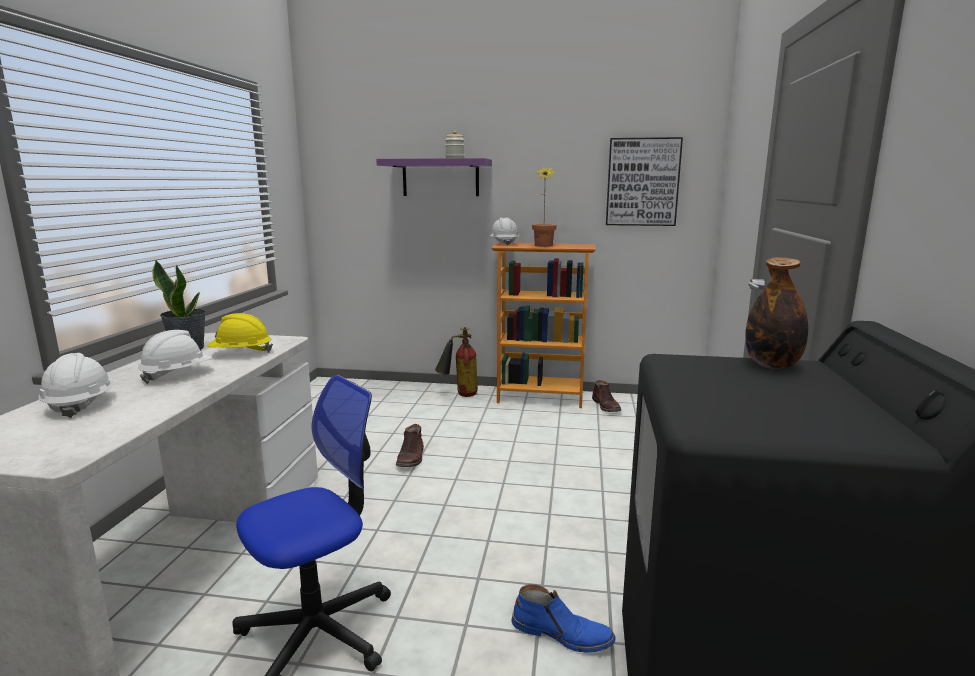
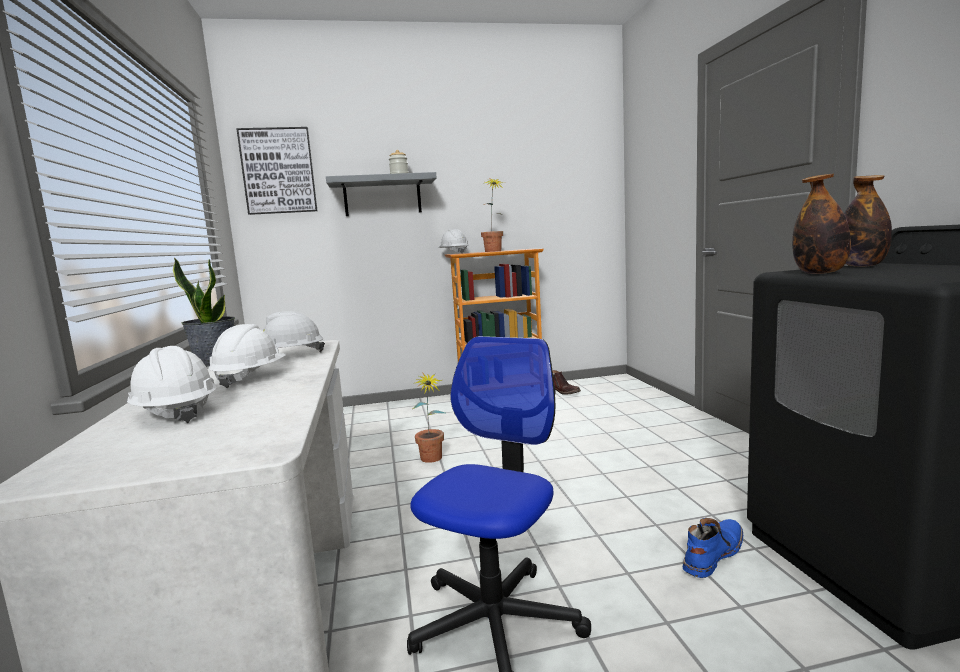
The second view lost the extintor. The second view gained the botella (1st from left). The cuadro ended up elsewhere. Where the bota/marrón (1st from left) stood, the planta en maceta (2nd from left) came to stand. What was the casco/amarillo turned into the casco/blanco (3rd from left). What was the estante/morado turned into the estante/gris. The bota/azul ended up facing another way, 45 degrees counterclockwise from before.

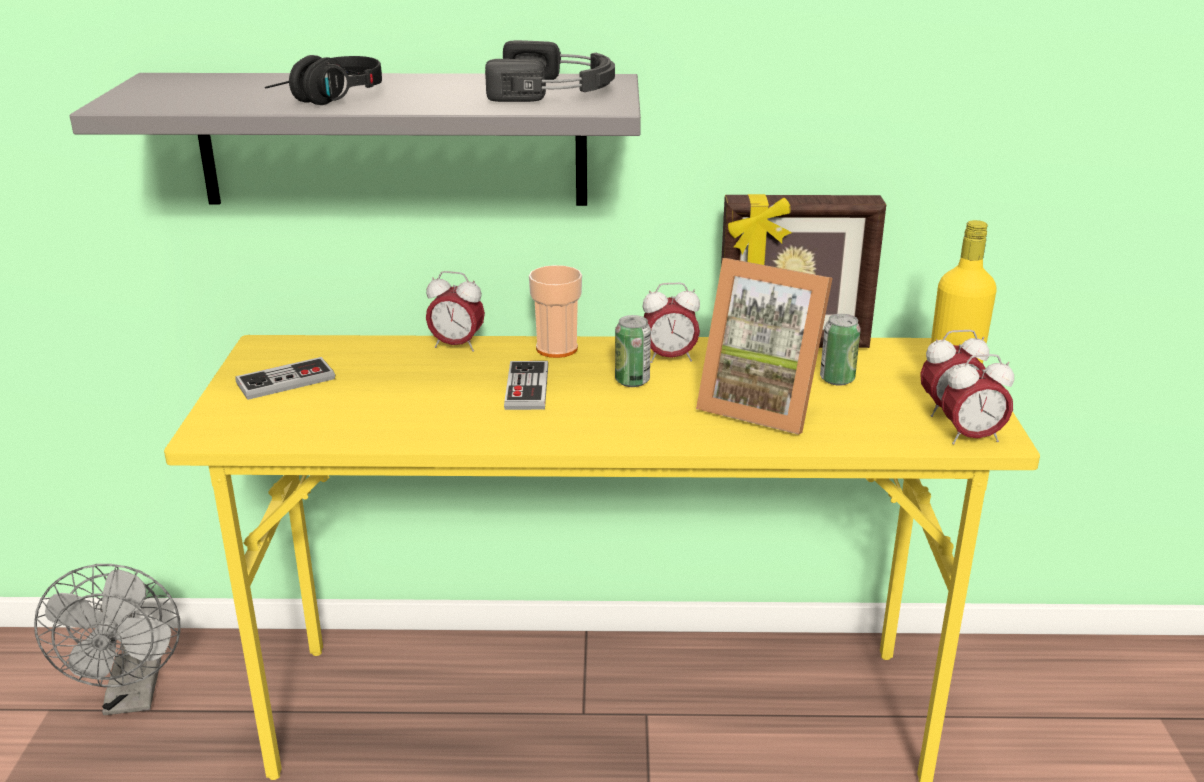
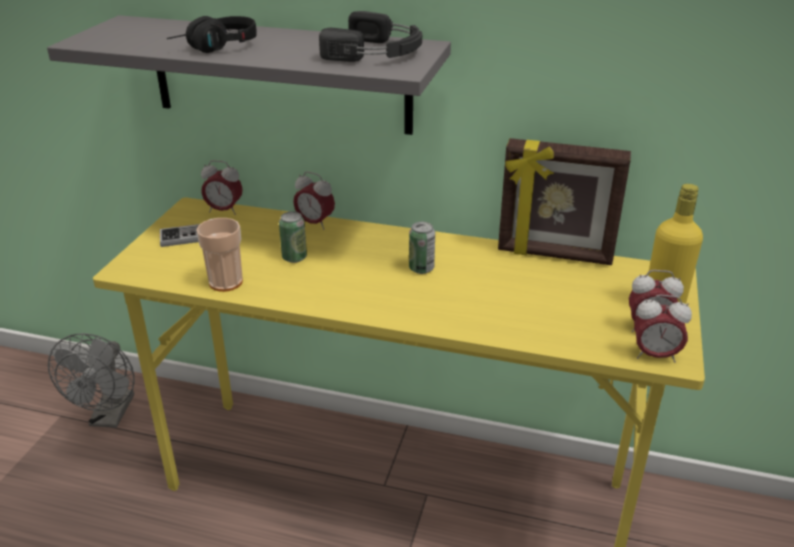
The second view lost the mando de consola (2nd from left). The second view lost the portarretratos (1st from left). The taza ended up elsewhere. The despertador (2nd from left in the first image) ended up elsewhere. The lata (2nd from left in the first image) ended up elsewhere.

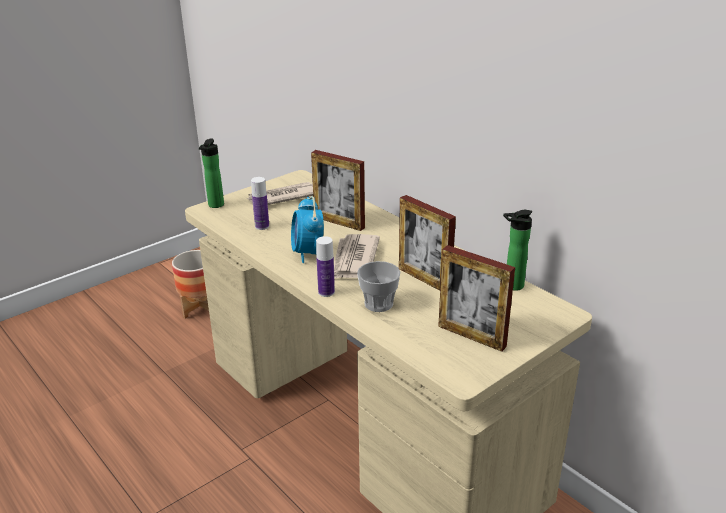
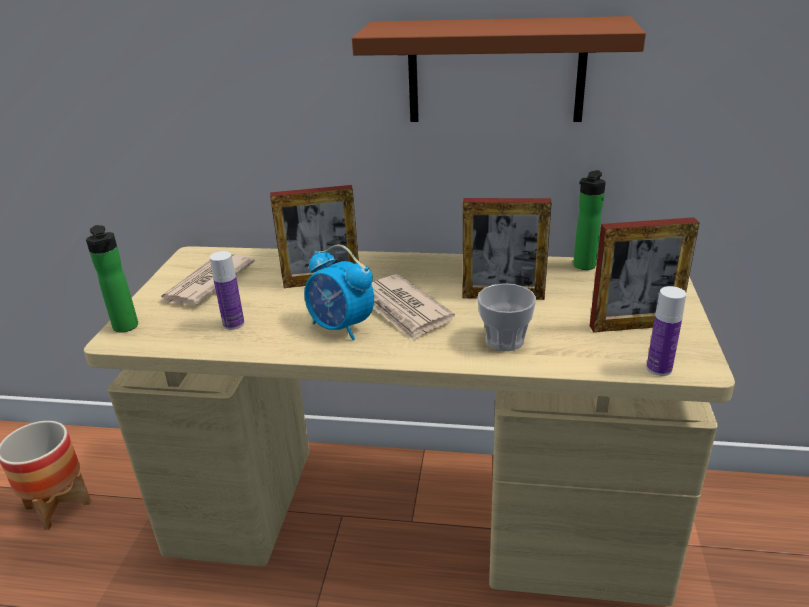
The second view gained the estante/marrón. The botella (3rd from left in the first image) ended up elsewhere.

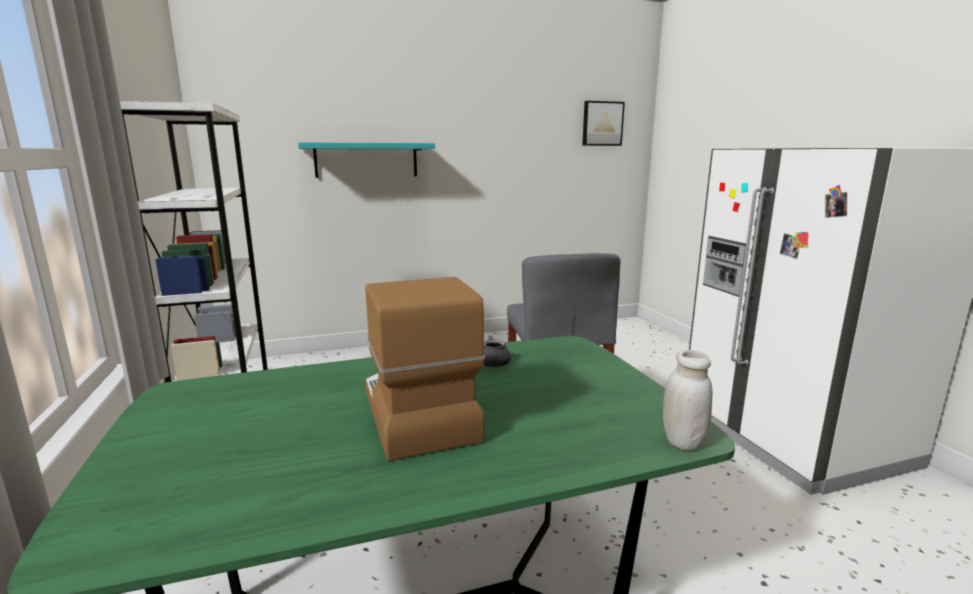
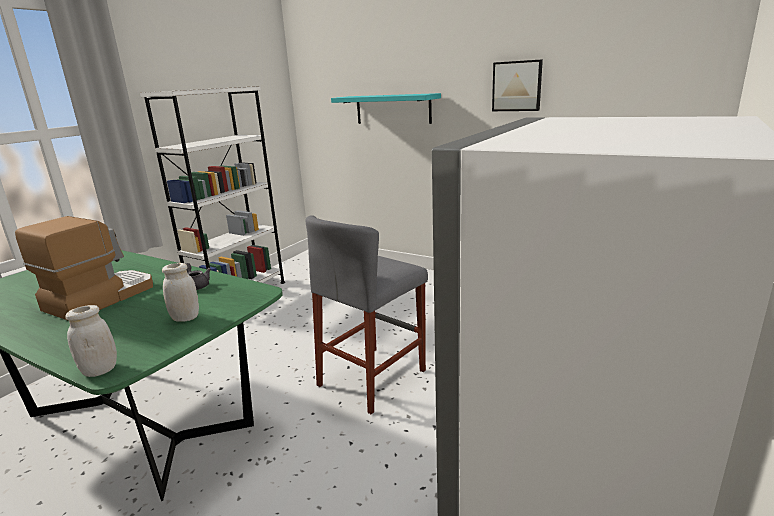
The second view gained the tarro/blanco (2nd from left). The cuadro ended up elsewhere.

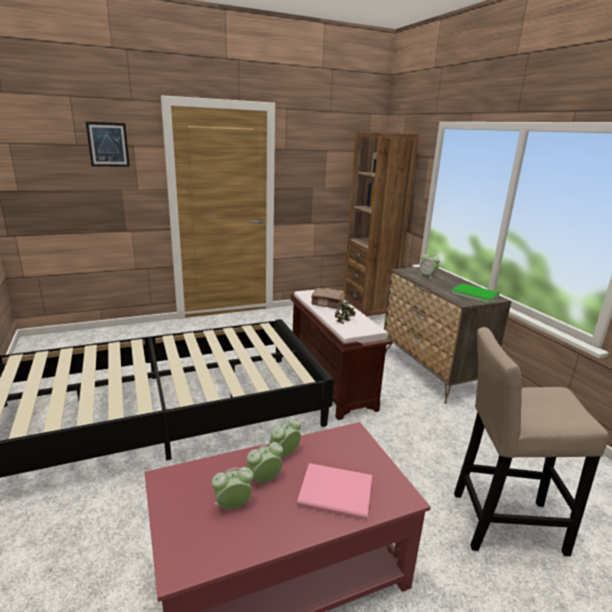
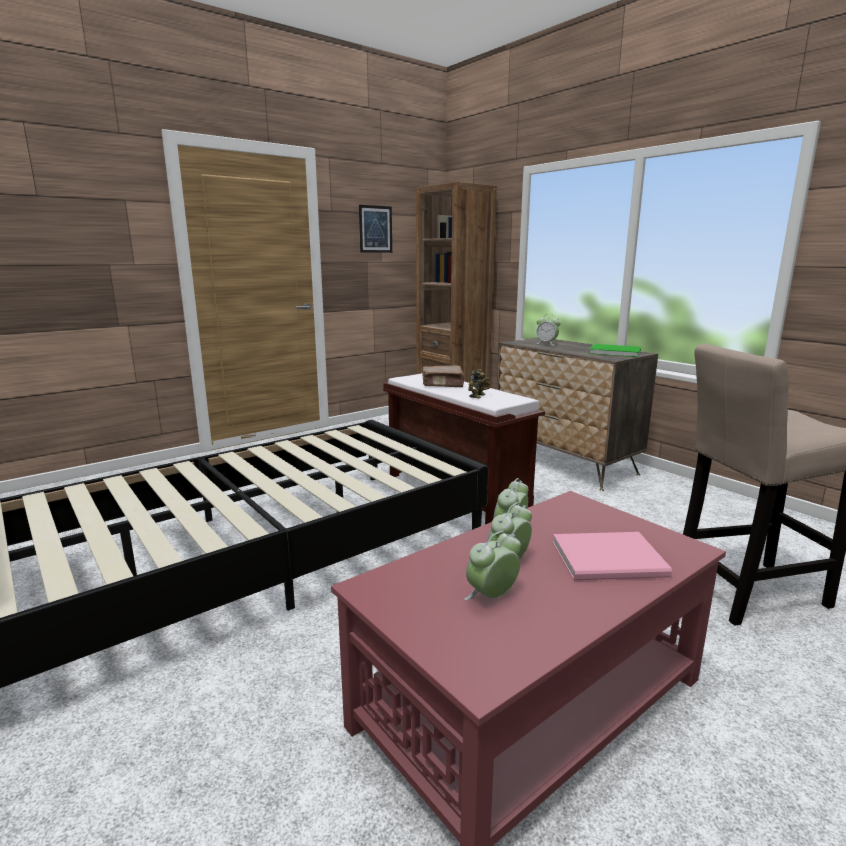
The cuadro ended up elsewhere.

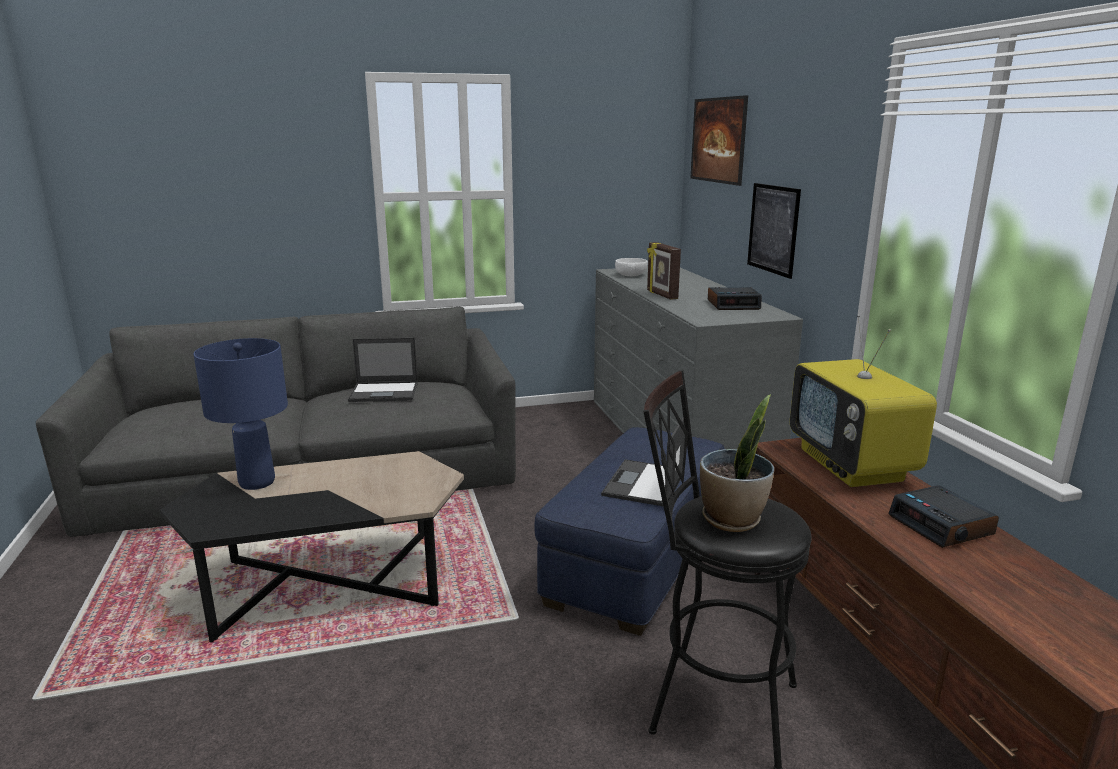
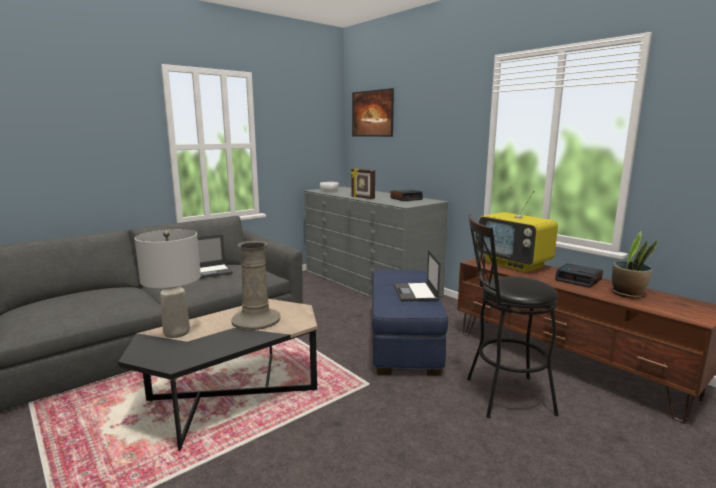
The second view lost the cuadro (2nd from left). The second view gained the florero/beis. The planta en maceta ended up elsewhere. What was the lámpara de mesa/azul turned into the lámpara de mesa/gris.

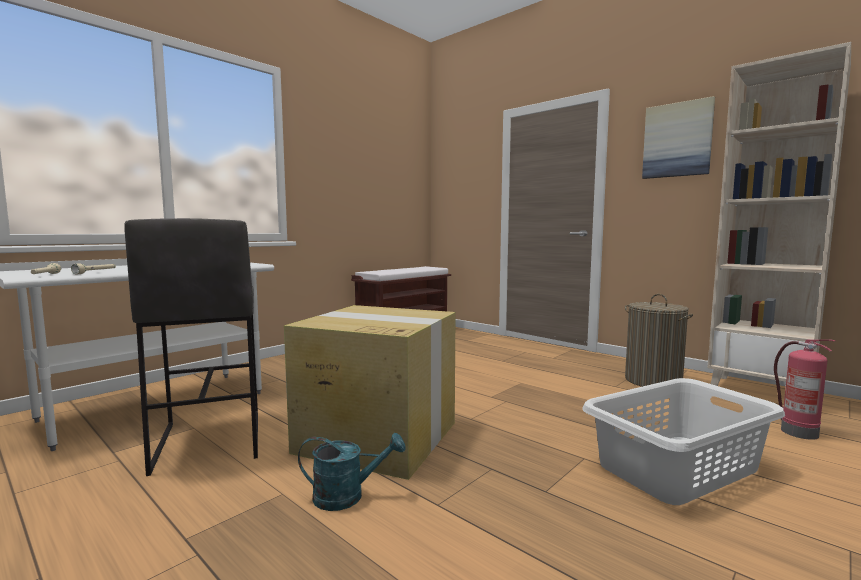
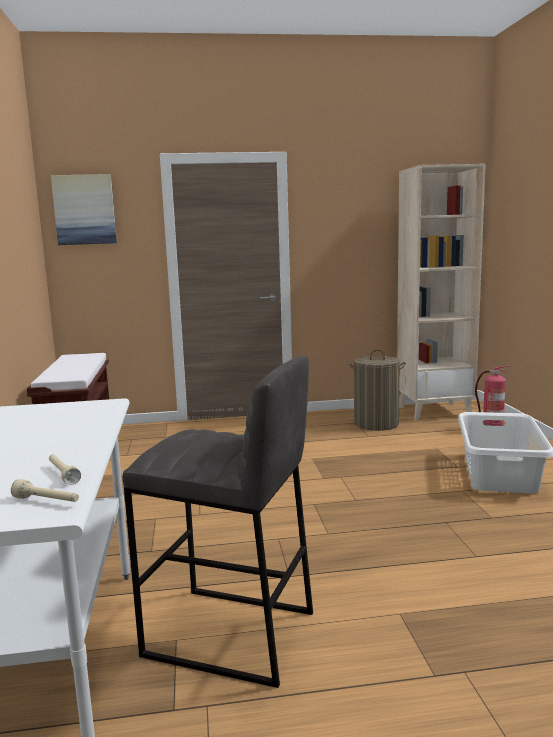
The second view lost the caja de cartón. The second view lost the regadera/turquesa. The cuadro ended up elsewhere.

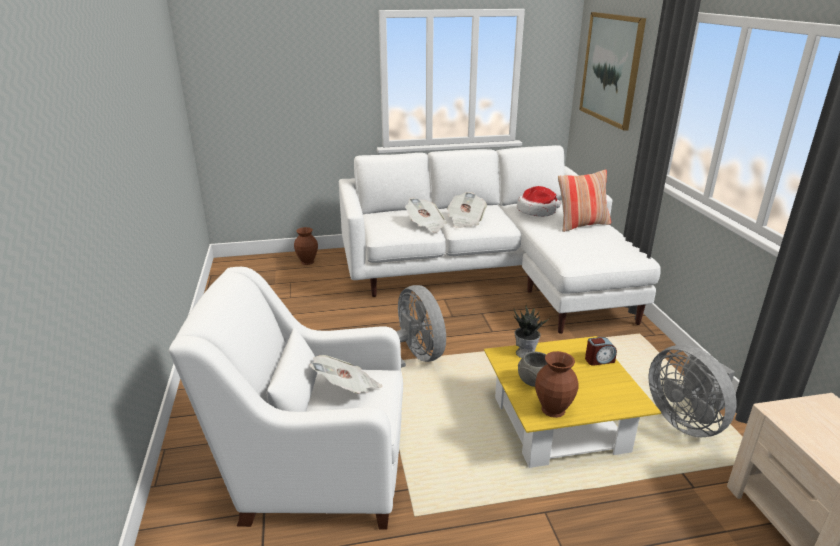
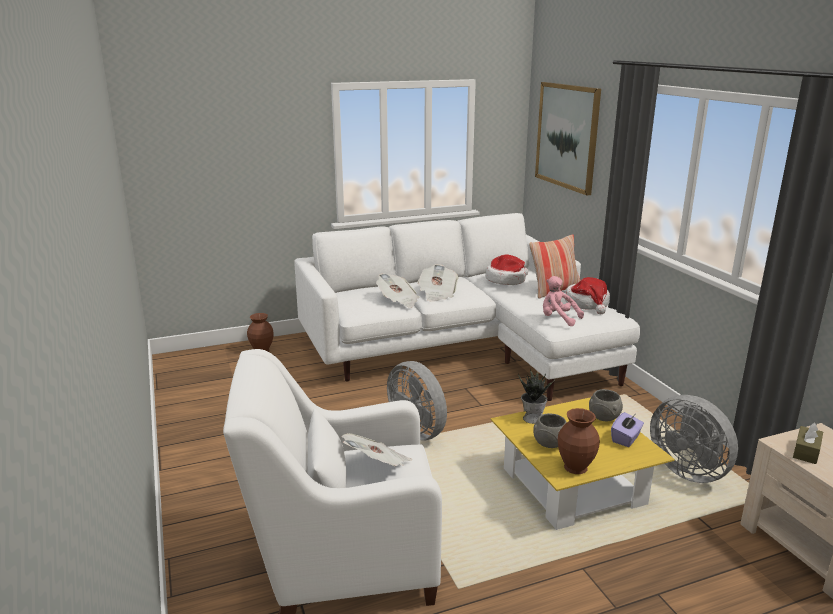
The second view gained the peluche/rosa. The second view gained the sombrero (2nd from left). The second view gained the caja de pañuelos/morado. The second view gained the caja de pañuelos/marrón. Where the despertador stood, the cuenco/gris (2nd from left) came to stand.

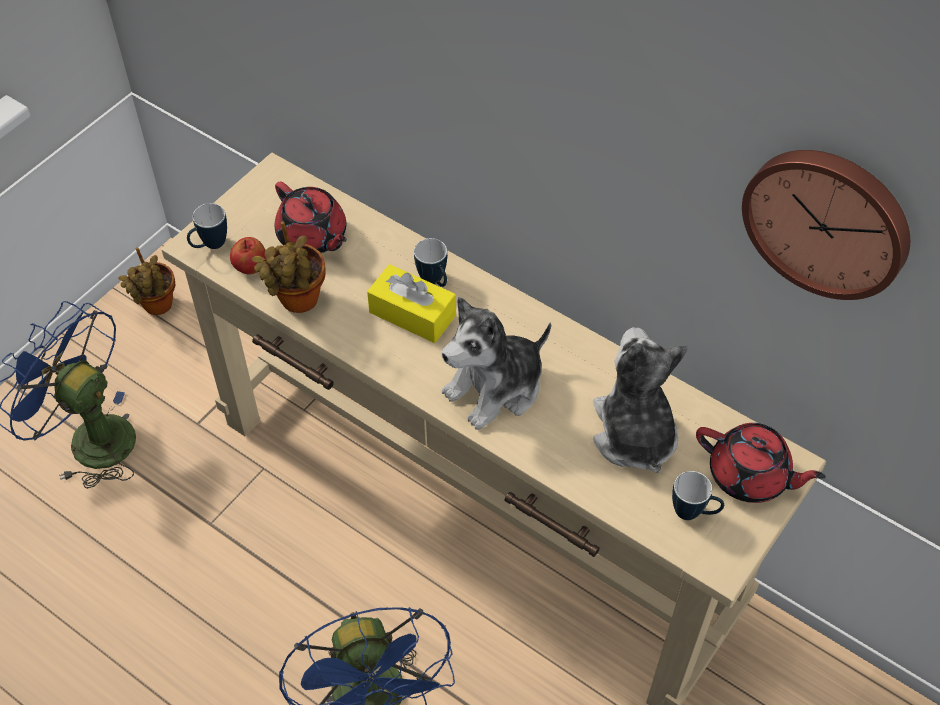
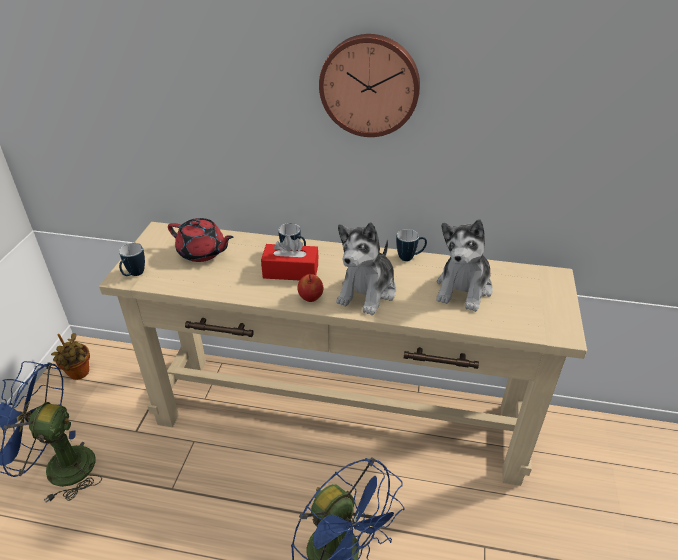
The second view lost the planta en maceta (2nd from left). The second view lost the tetera/rojo (2nd from left). The manzana ended up elsewhere. The taza grande (3rd from left) ended up elsewhere. The reloj de pared ended up elsewhere. What was the caja de pañuelos/amarillo turned into the caja de pañuelos/rojo. The peluche (2nd from left) ended up facing another way, 120 degrees counterclockwise from before.

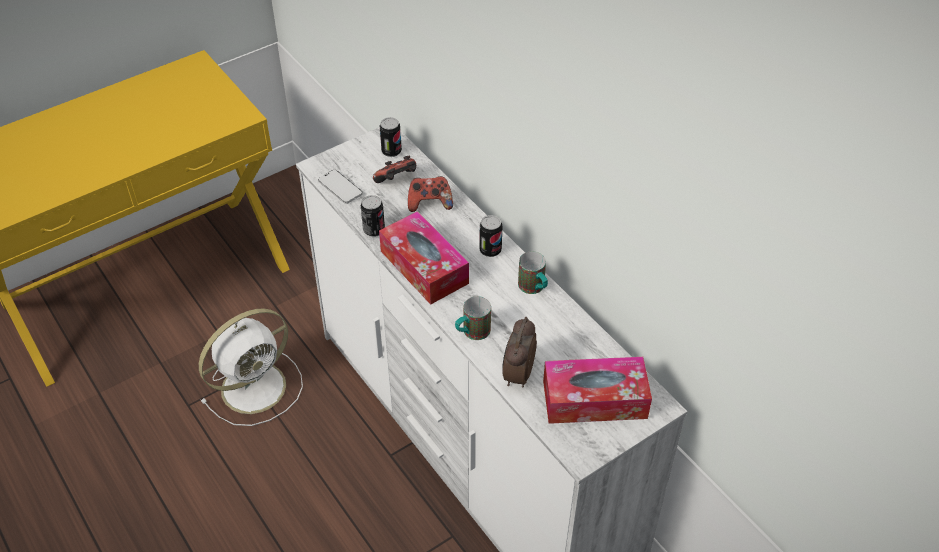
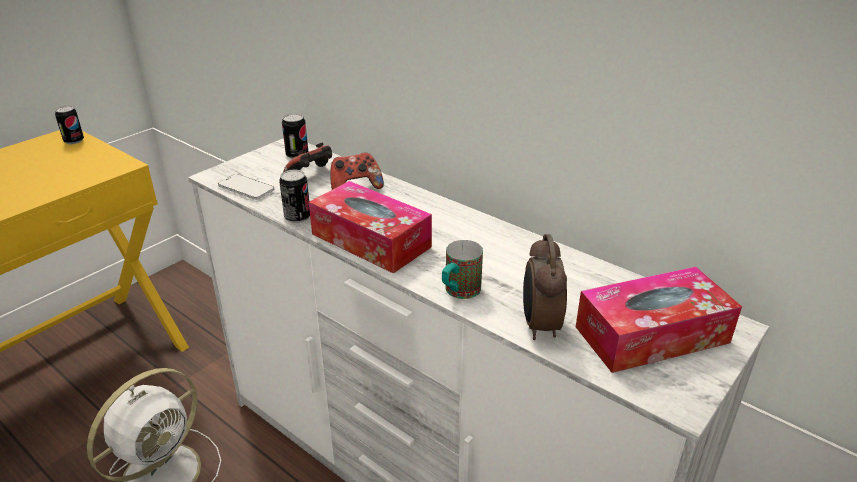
The second view lost the taza grande (2nd from left). The lata (3rd from left in the first image) ended up elsewhere.

